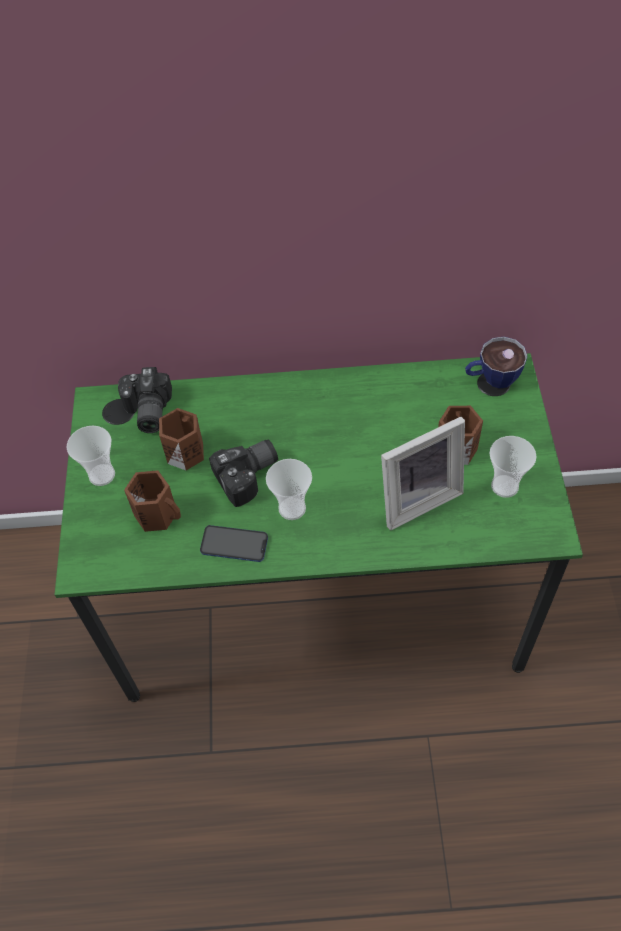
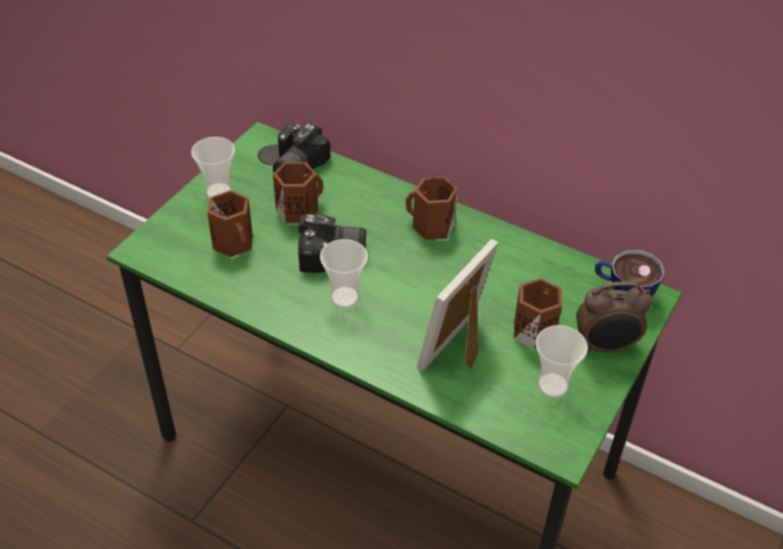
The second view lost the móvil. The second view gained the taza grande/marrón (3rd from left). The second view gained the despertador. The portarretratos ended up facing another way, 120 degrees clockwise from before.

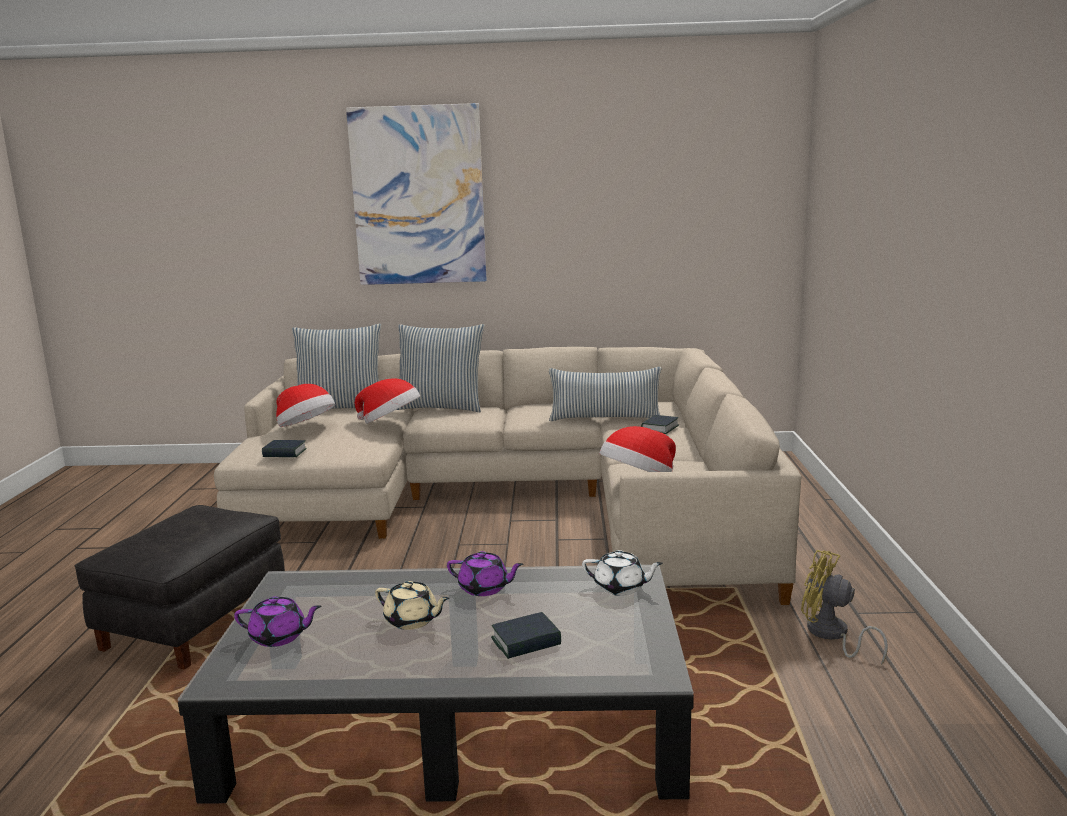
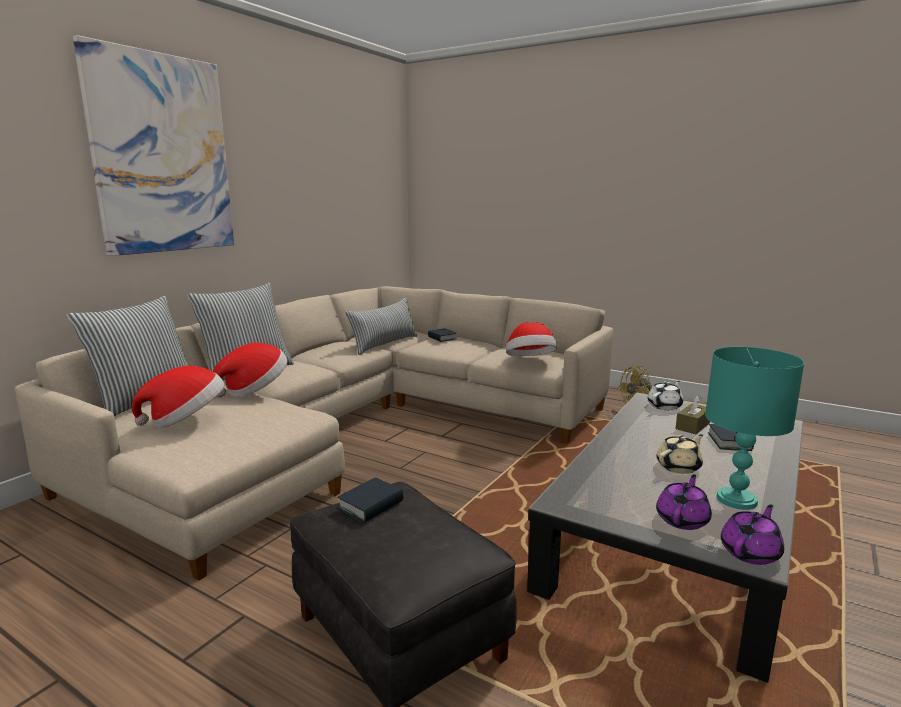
The second view gained the caja de pañuelos/marrón. The second view gained the lámpara de mesa/turquesa. The libro (1st from left) ended up elsewhere. The tetera/morado (2nd from left) ended up elsewhere.

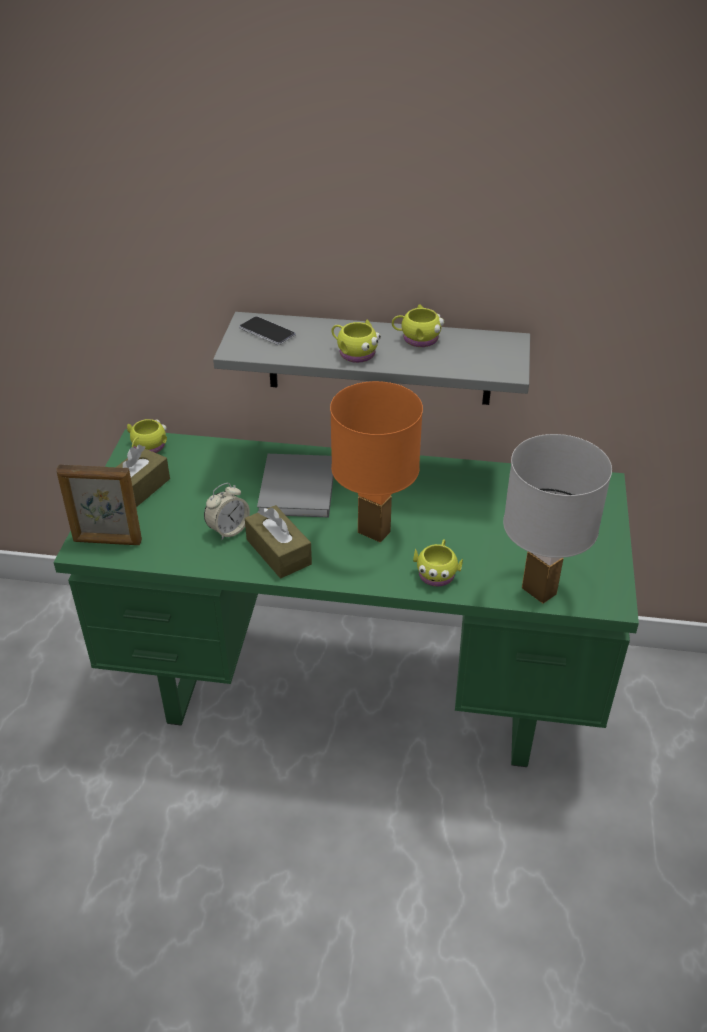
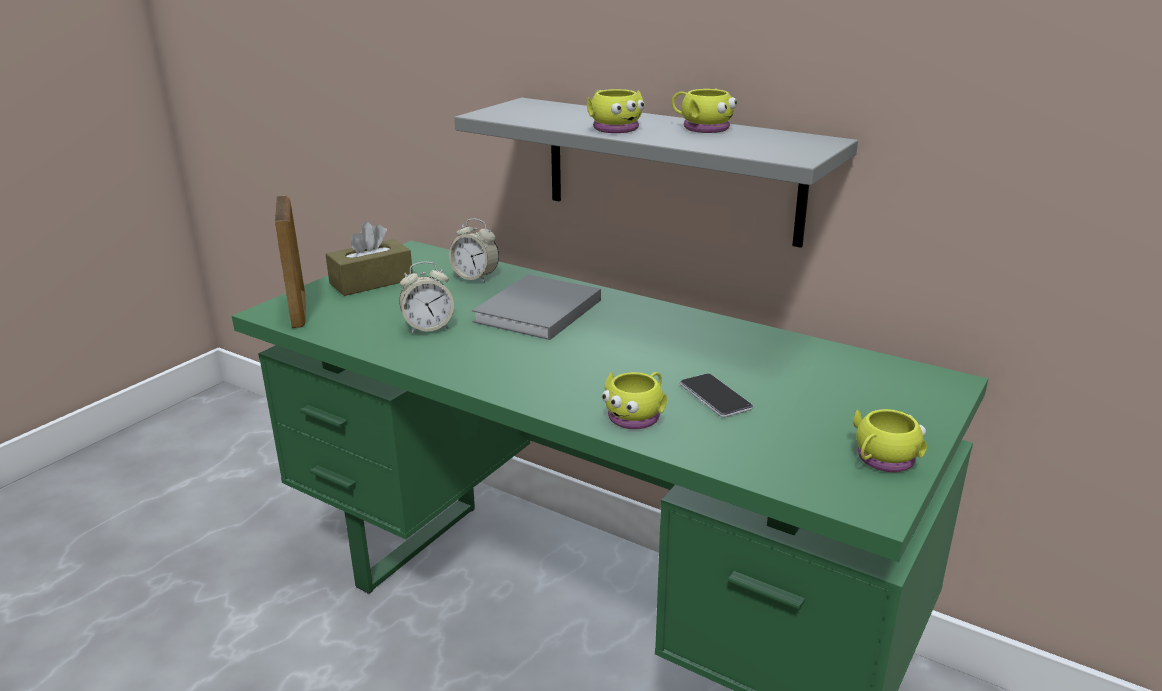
The second view lost the caja de pañuelos/marrón (2nd from left). The second view lost the lámpara de mesa/naranja. The second view lost the lámpara de mesa/blanco. The second view gained the despertador (2nd from left). The taza grande/amarillo (1st from left in the first image) ended up elsewhere. The móvil ended up elsewhere. The portarretratos ended up facing another way, 135 degrees counterclockwise from before.

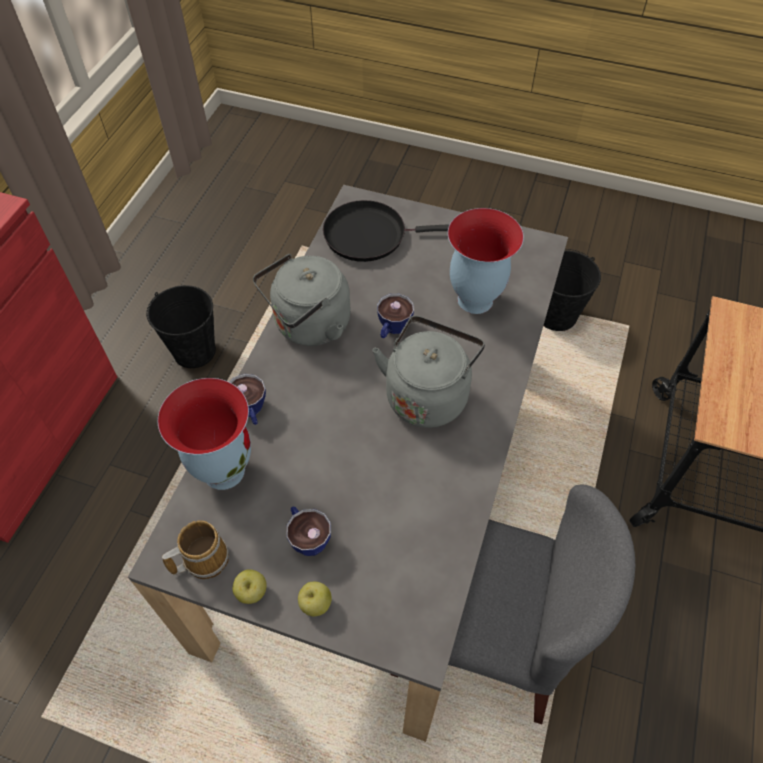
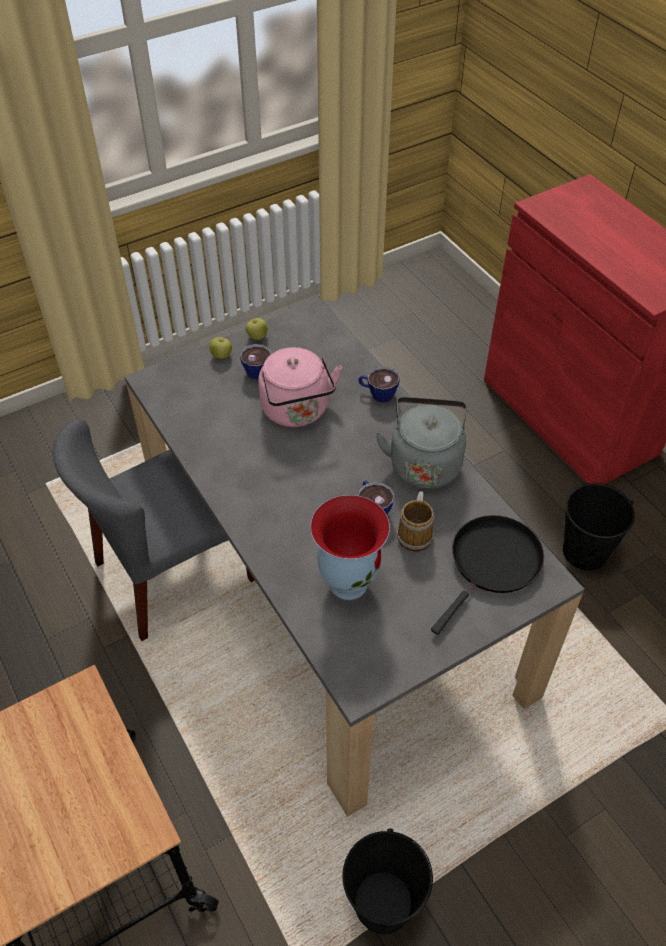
The second view lost the florero (1st from left). The second view lost the hervidor/gris (2nd from left). The second view gained the hervidor/rosa. The taza grande ended up elsewhere.

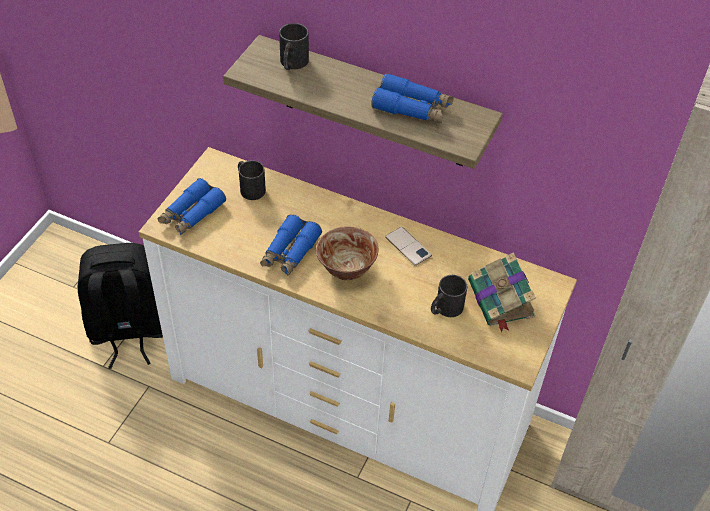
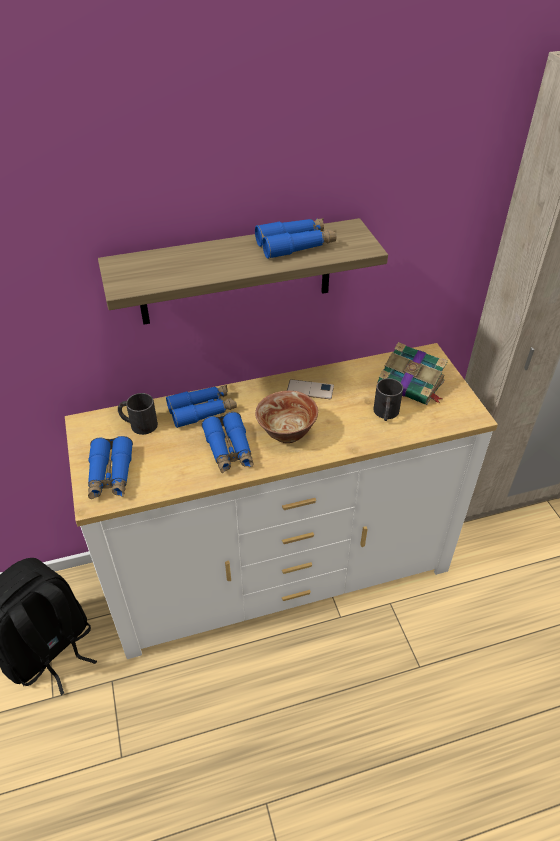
The second view lost the taza grande/negro (2nd from left). The second view gained the prismáticos/azul (2nd from left).

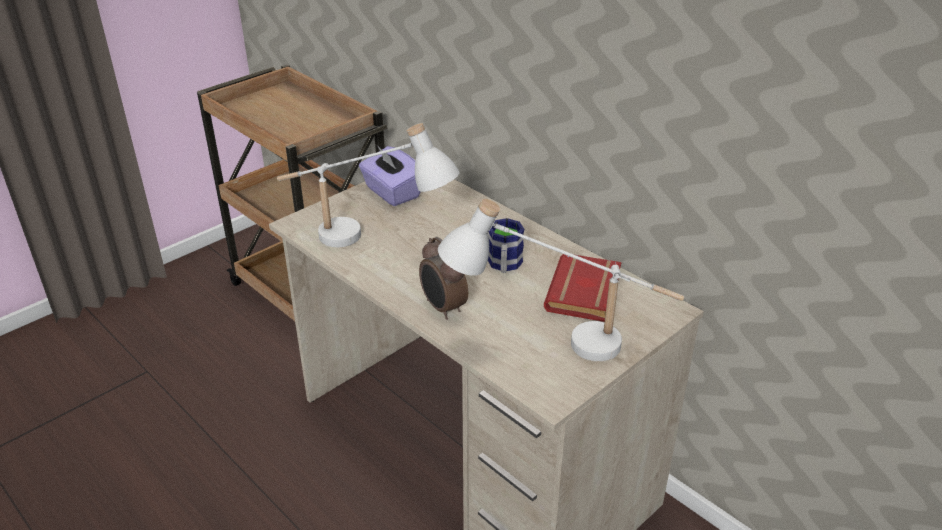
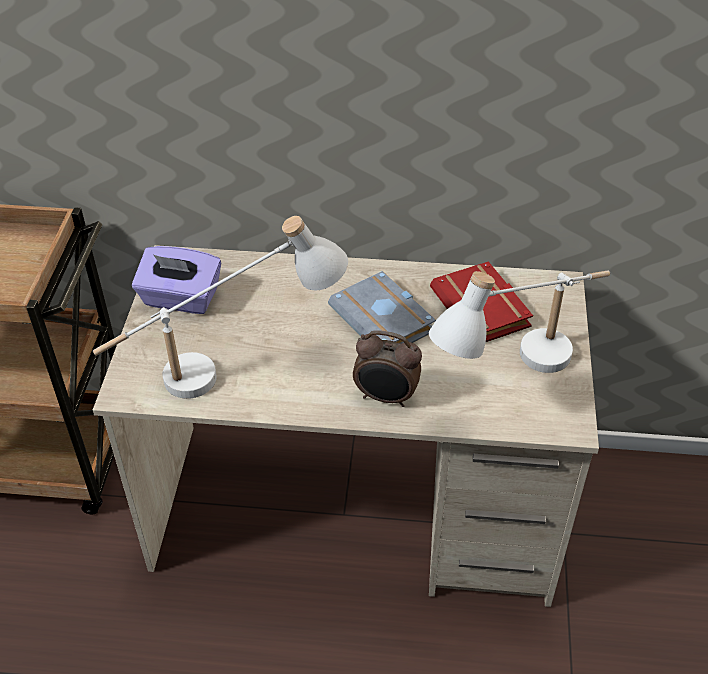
Where the taza grande stood, the libro/gris came to stand.

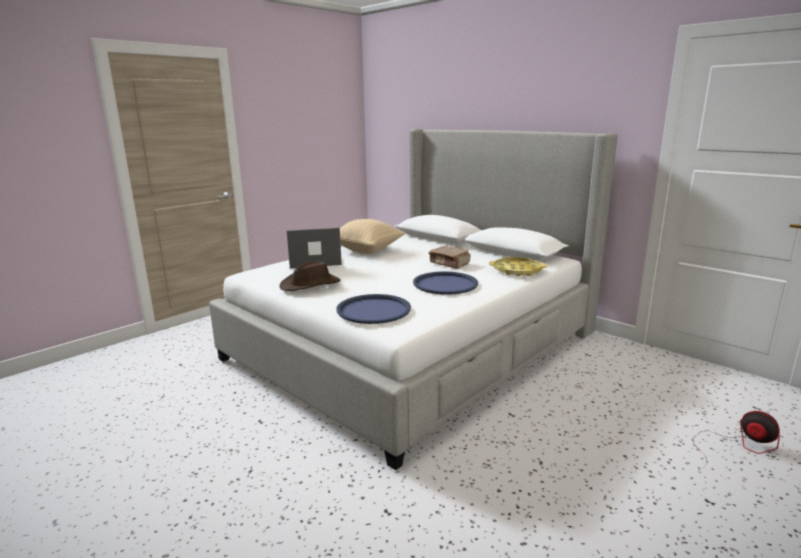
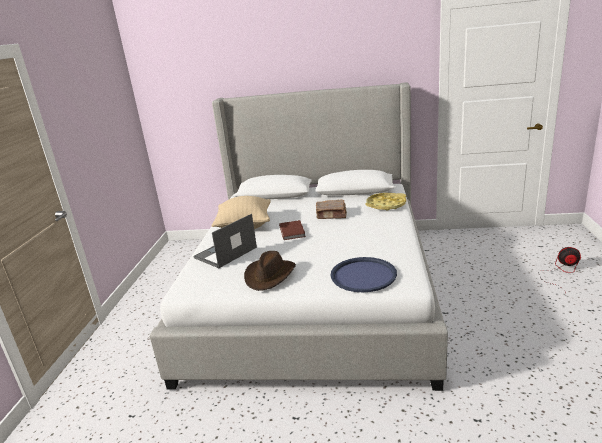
The second view lost the bandeja/azul (2nd from left). The second view gained the libro/marrón (1st from left).

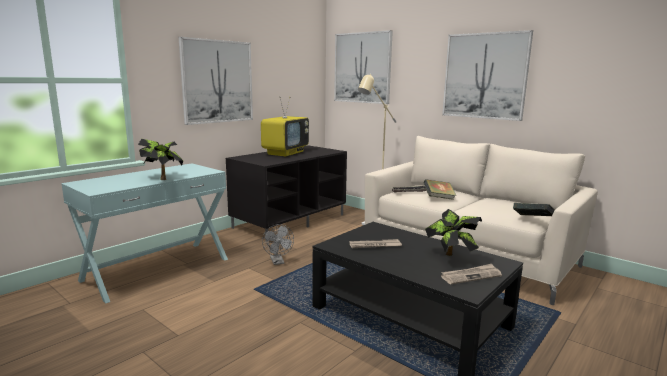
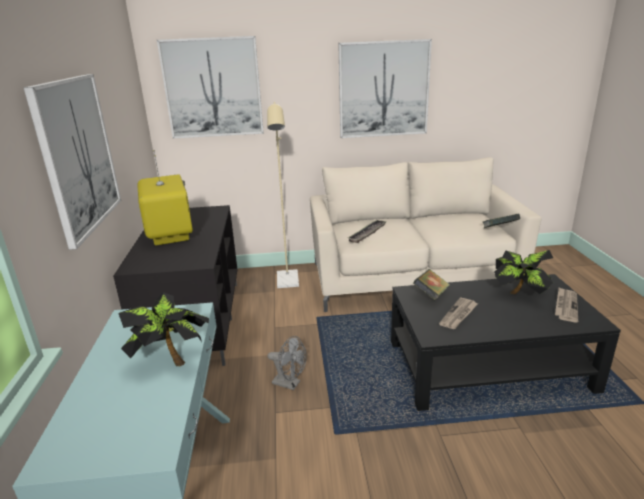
The libro (1st from left) ended up elsewhere.

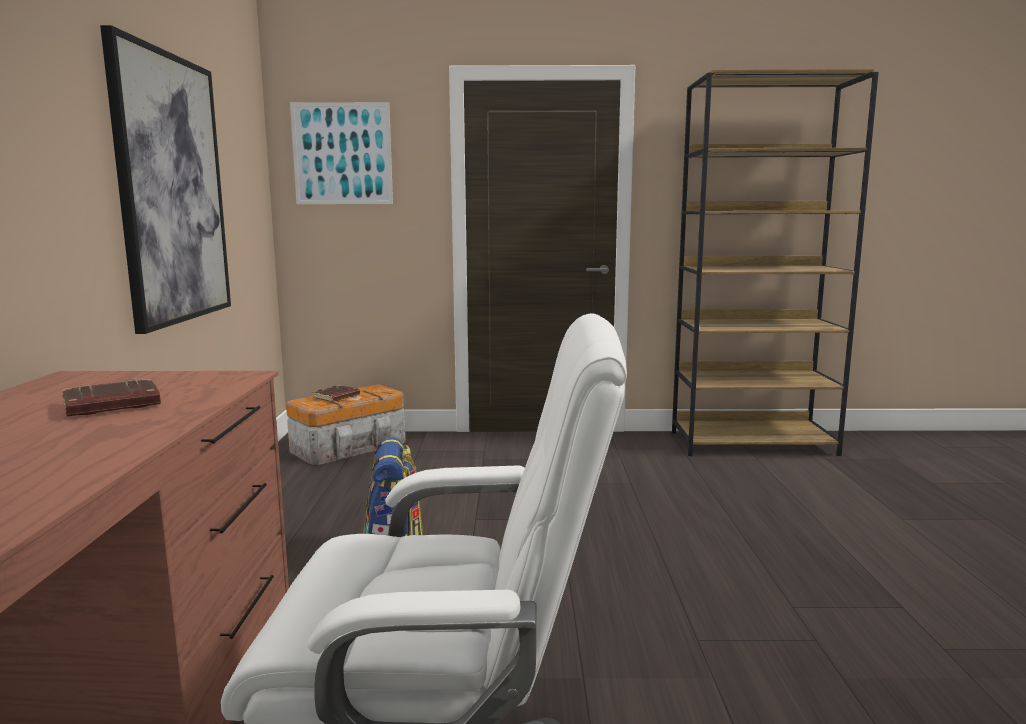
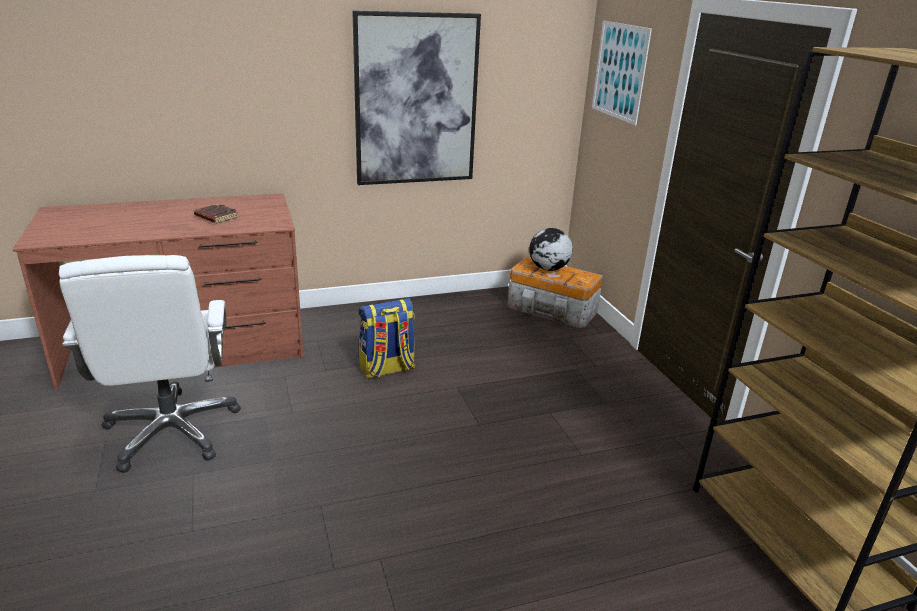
Where the libro/marrón (2nd from left) stood, the globo terráqueo came to stand.

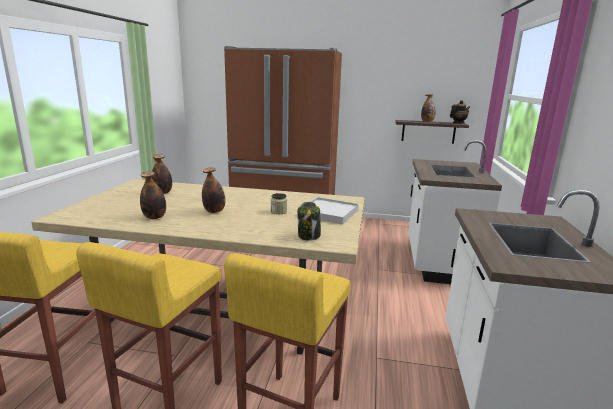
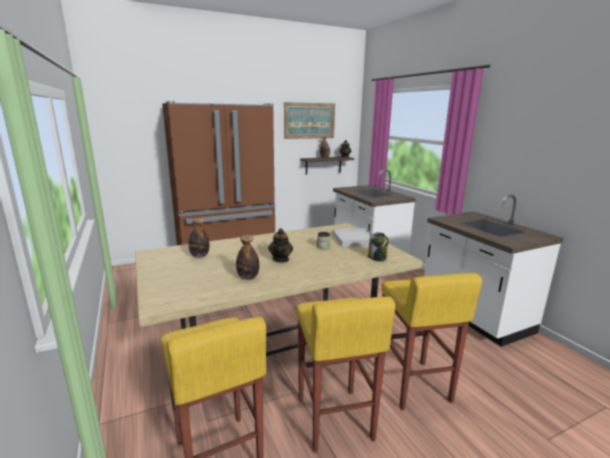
The second view gained the cuadro. Where the botella (3rd from left) stood, the tetera (1st from left) came to stand.

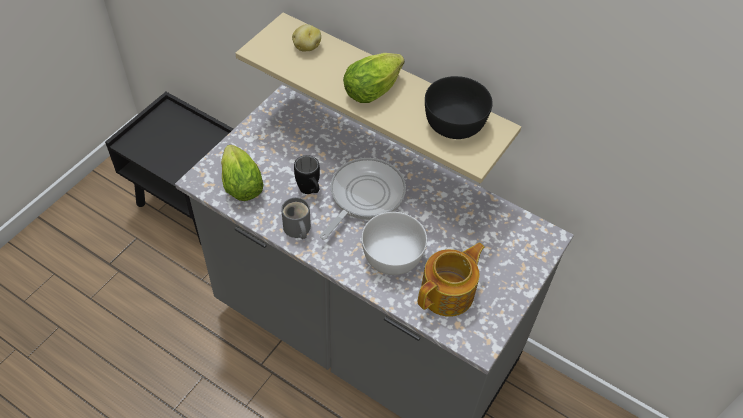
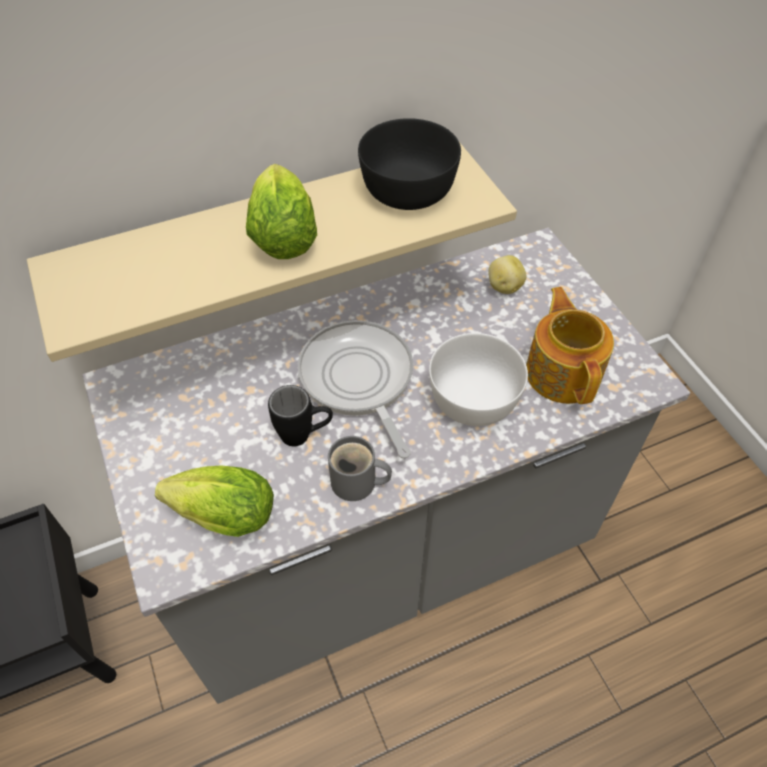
The patata ended up elsewhere.

